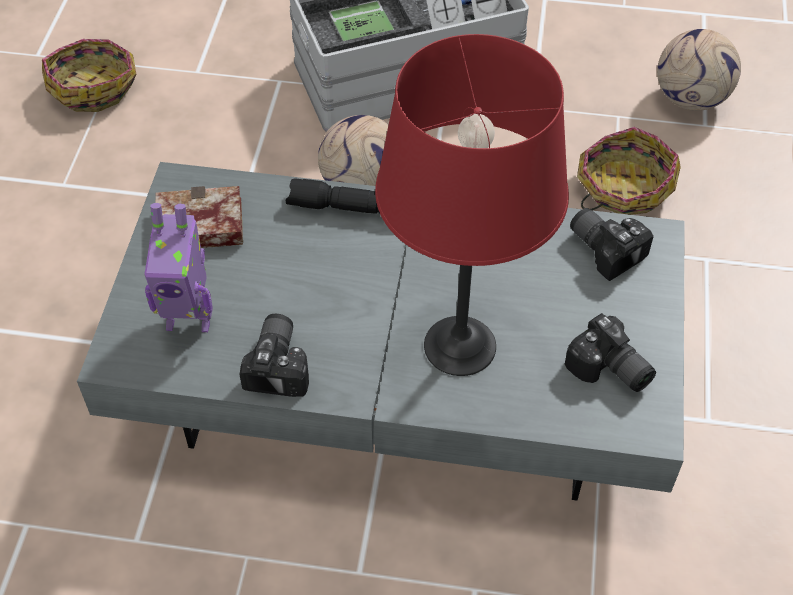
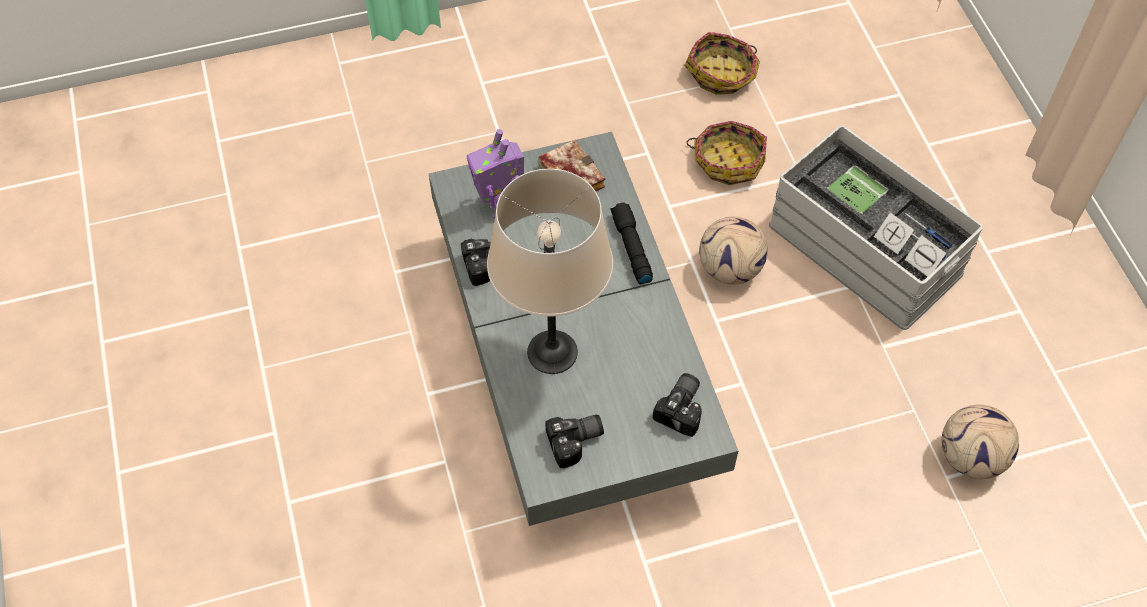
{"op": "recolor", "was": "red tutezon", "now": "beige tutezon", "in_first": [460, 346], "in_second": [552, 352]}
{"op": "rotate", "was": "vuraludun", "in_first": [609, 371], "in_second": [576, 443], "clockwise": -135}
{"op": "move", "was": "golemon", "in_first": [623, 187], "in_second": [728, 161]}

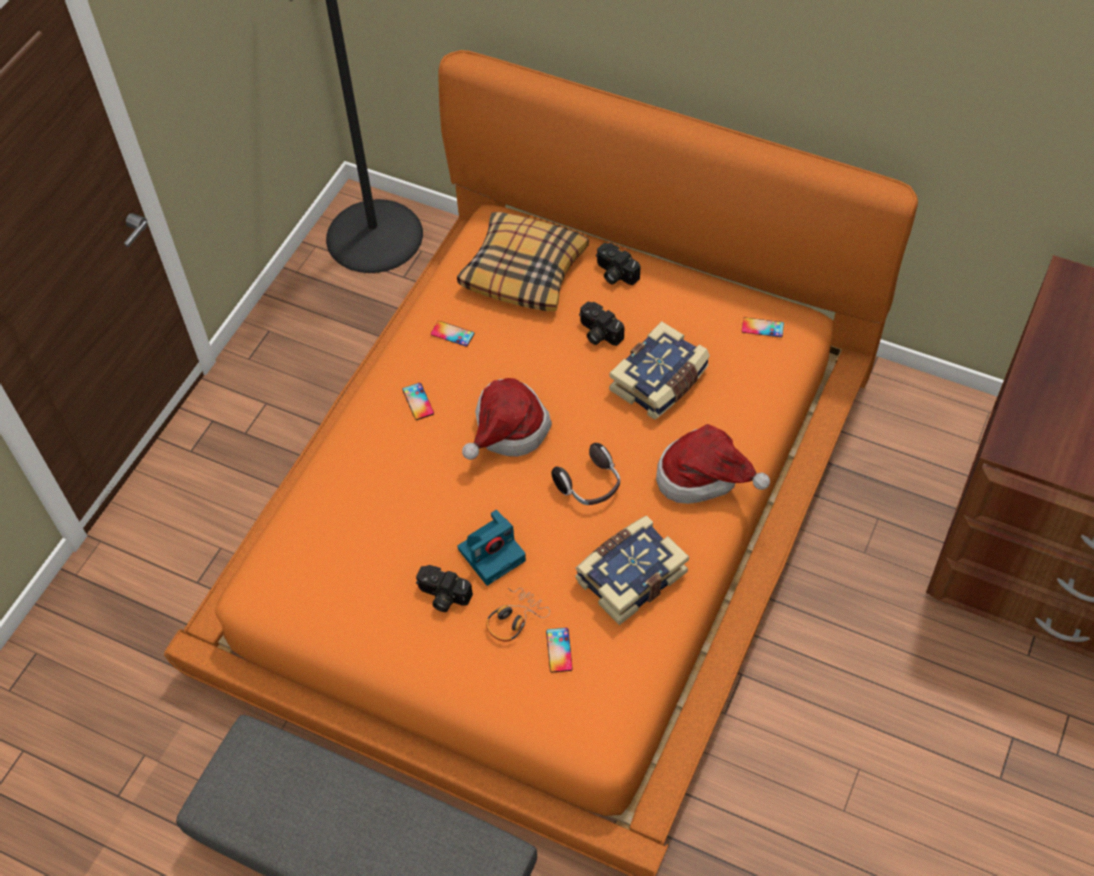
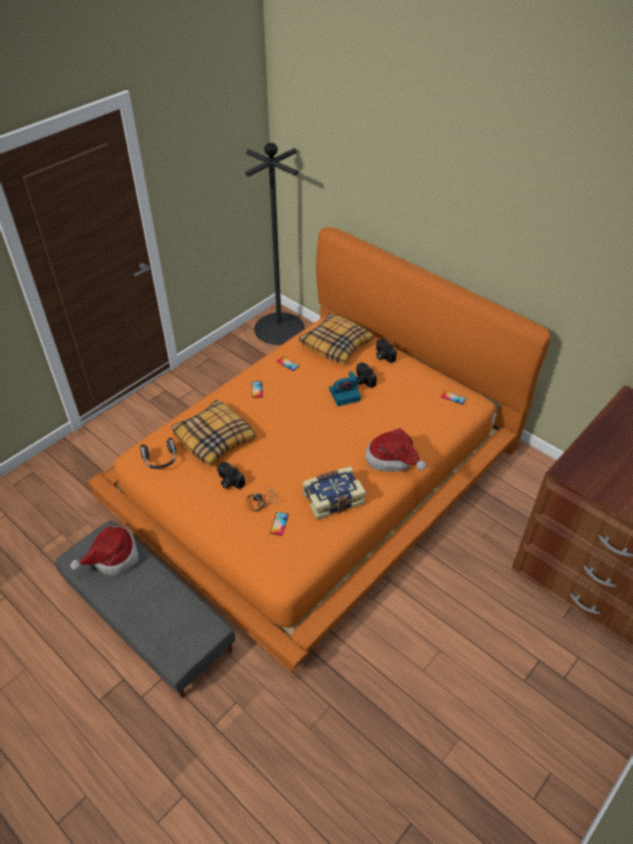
{"op": "move", "was": "vuraludun", "in_first": [492, 553], "in_second": [345, 394]}
{"op": "move", "was": "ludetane", "in_first": [507, 430], "in_second": [113, 558]}
{"op": "move", "was": "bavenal", "in_first": [590, 486], "in_second": [161, 461]}
{"op": "delete", "was": "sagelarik", "in_first": [660, 382]}
{"op": "insert", "now": "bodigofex", "in_second": [215, 438]}

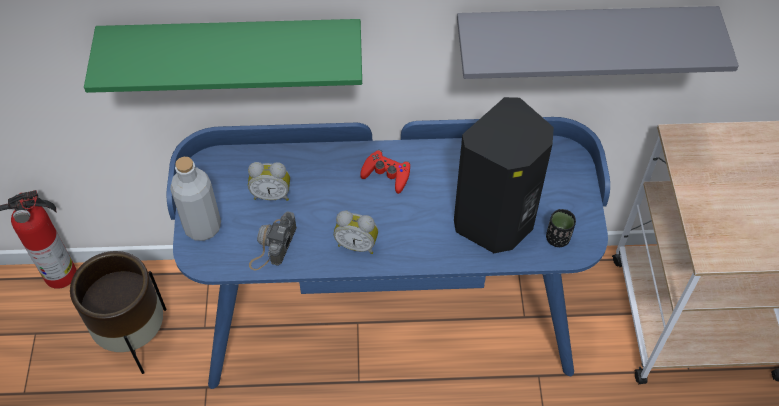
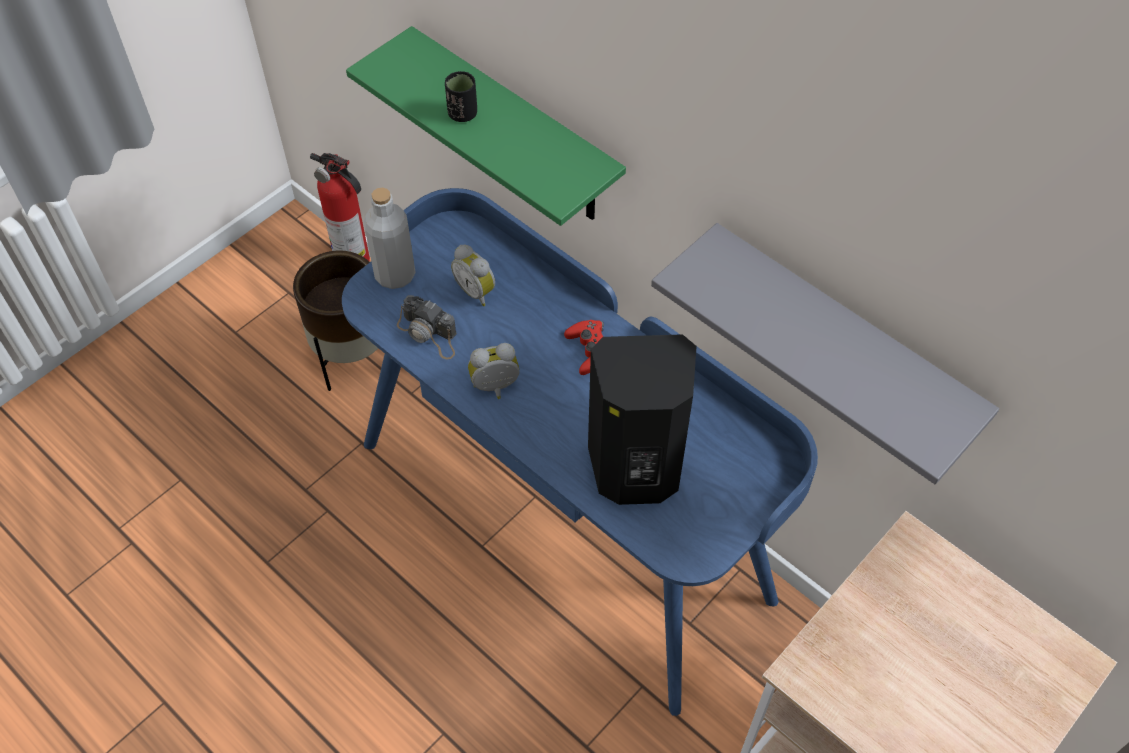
{"op": "rotate", "was": "vuraludun", "in_first": [273, 245], "in_second": [429, 334], "clockwise": -120}
{"op": "rotate", "was": "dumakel", "in_first": [357, 244], "in_second": [495, 388], "clockwise": 105}
{"op": "move", "was": "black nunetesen", "in_first": [557, 238], "in_second": [462, 114]}

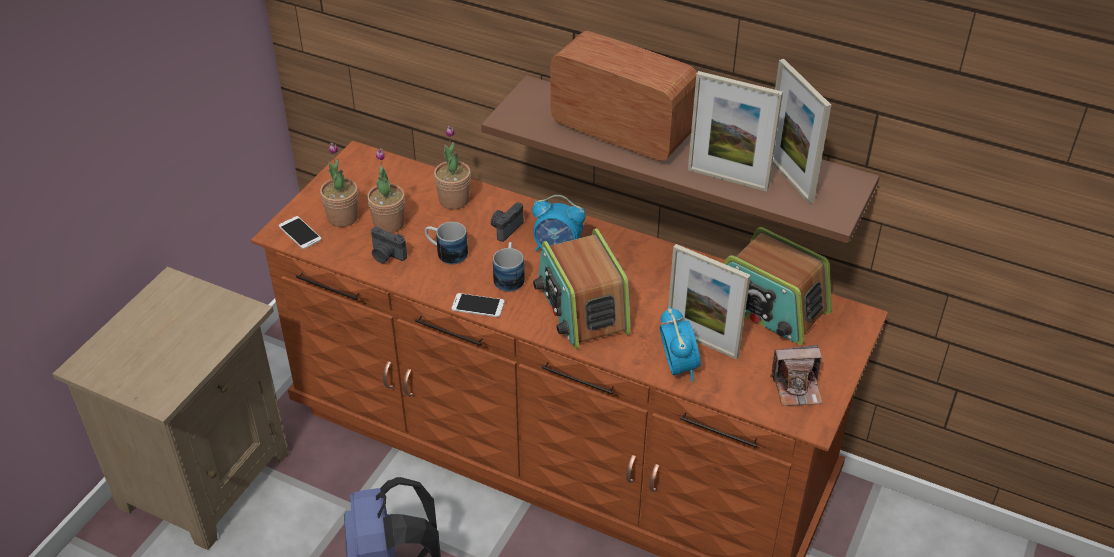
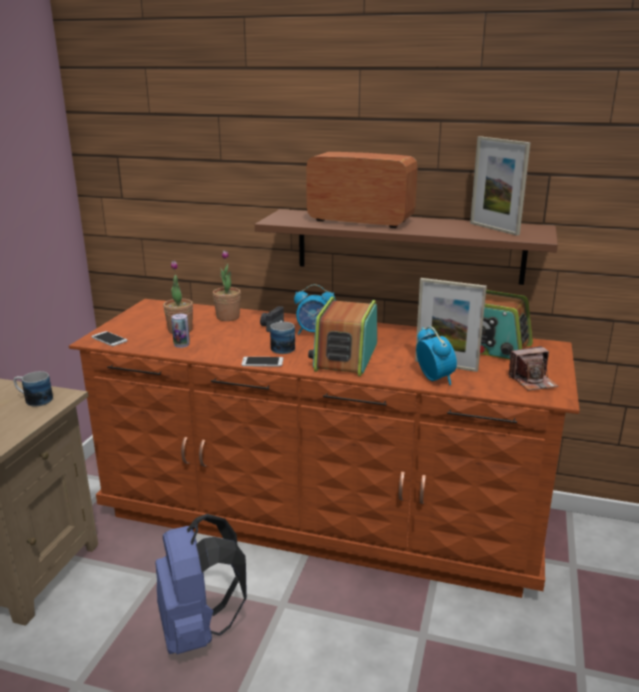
{"op": "delete", "was": "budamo", "in_first": [343, 217]}
{"op": "replace", "was": "vuraludun", "now": "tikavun", "in_first": [386, 255], "in_second": [181, 344]}
{"op": "move", "was": "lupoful", "in_first": [446, 253], "in_second": [34, 400]}
{"op": "rotate", "was": "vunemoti", "in_first": [582, 308], "in_second": [345, 357], "clockwise": 45}
{"op": "delete", "was": "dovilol", "in_first": [727, 179]}

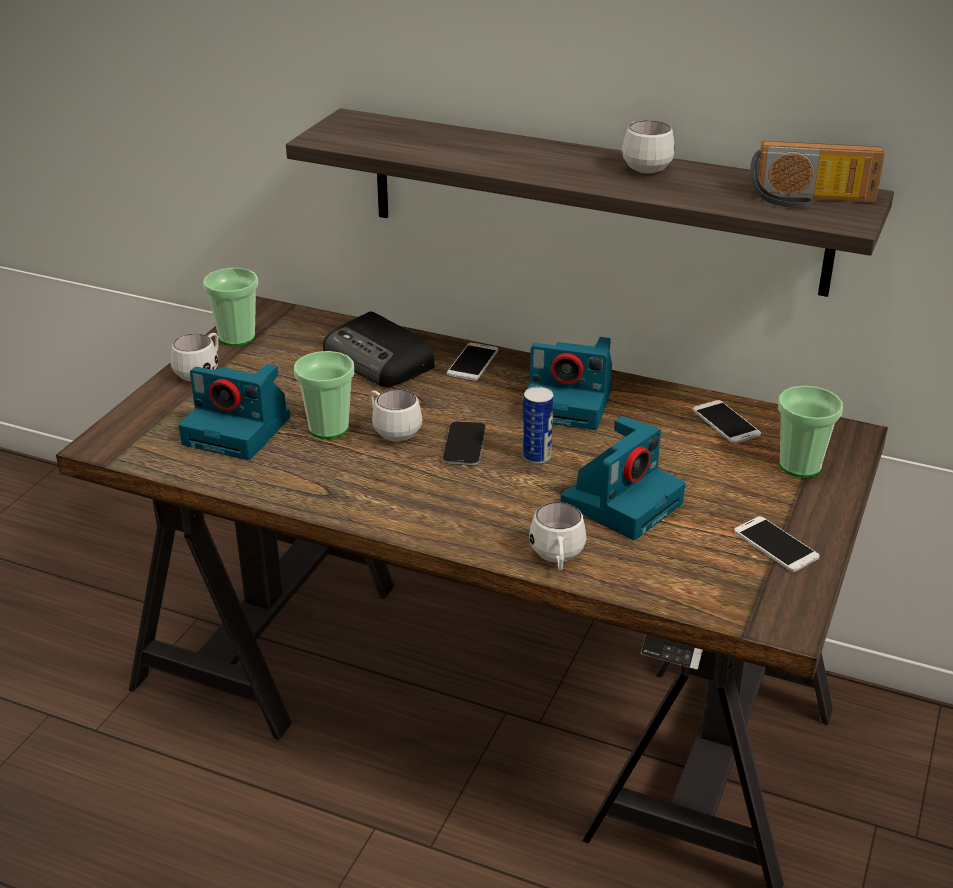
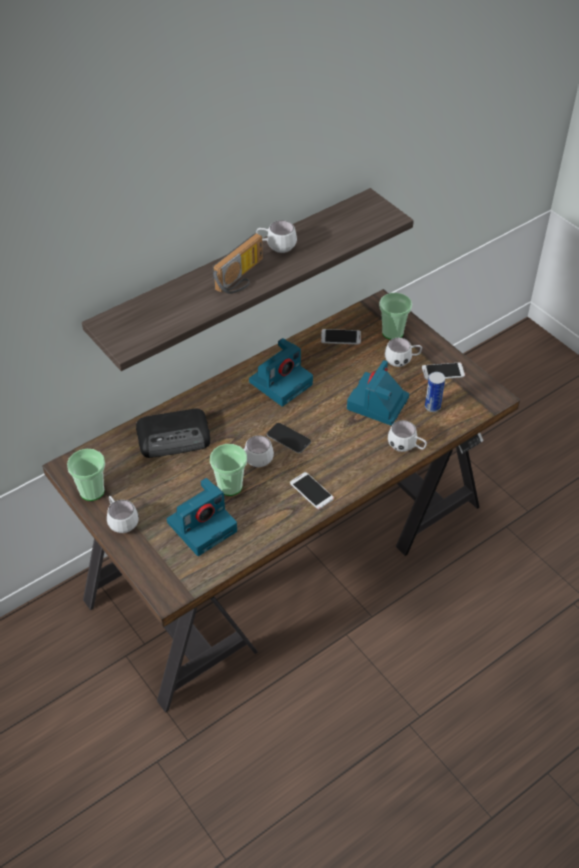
{"op": "move", "was": "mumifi", "in_first": [472, 362], "in_second": [311, 491]}
{"op": "move", "was": "tikavun", "in_first": [536, 458], "in_second": [432, 406]}
{"op": "rotate", "was": "vuraludun", "in_first": [622, 501], "in_second": [377, 404], "clockwise": -135}
{"op": "move", "was": "vunemoti", "in_first": [811, 201], "in_second": [242, 278]}
{"op": "insert", "now": "white lupoful", "in_second": [402, 361]}

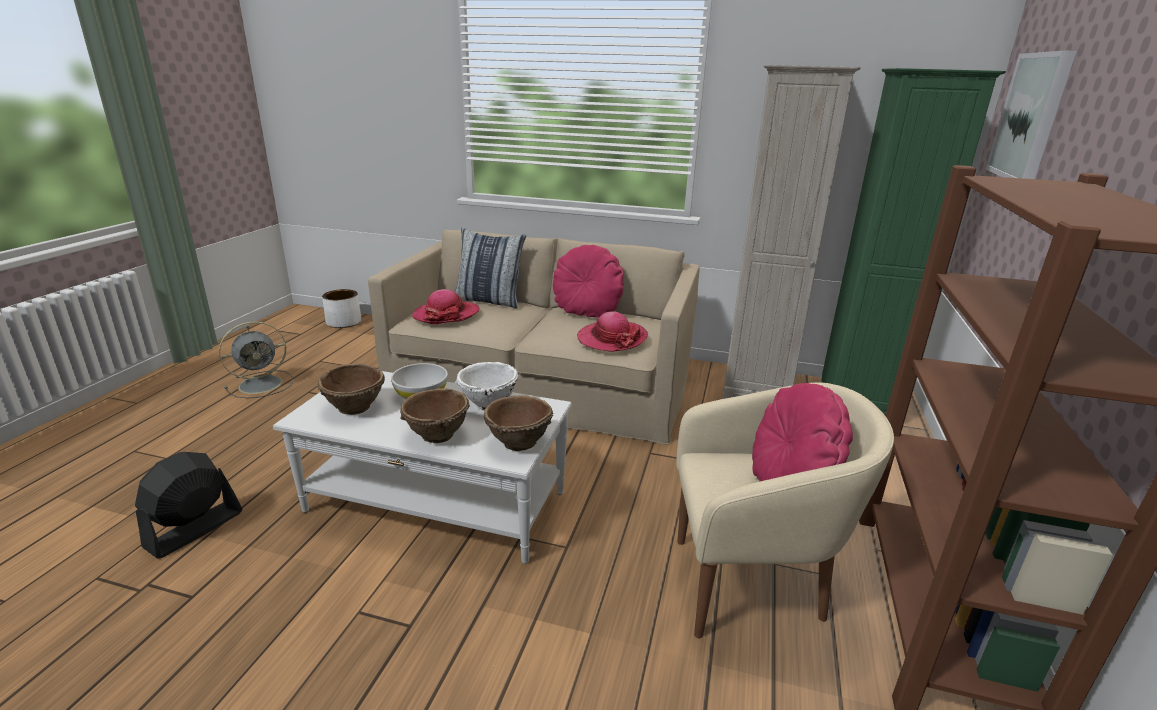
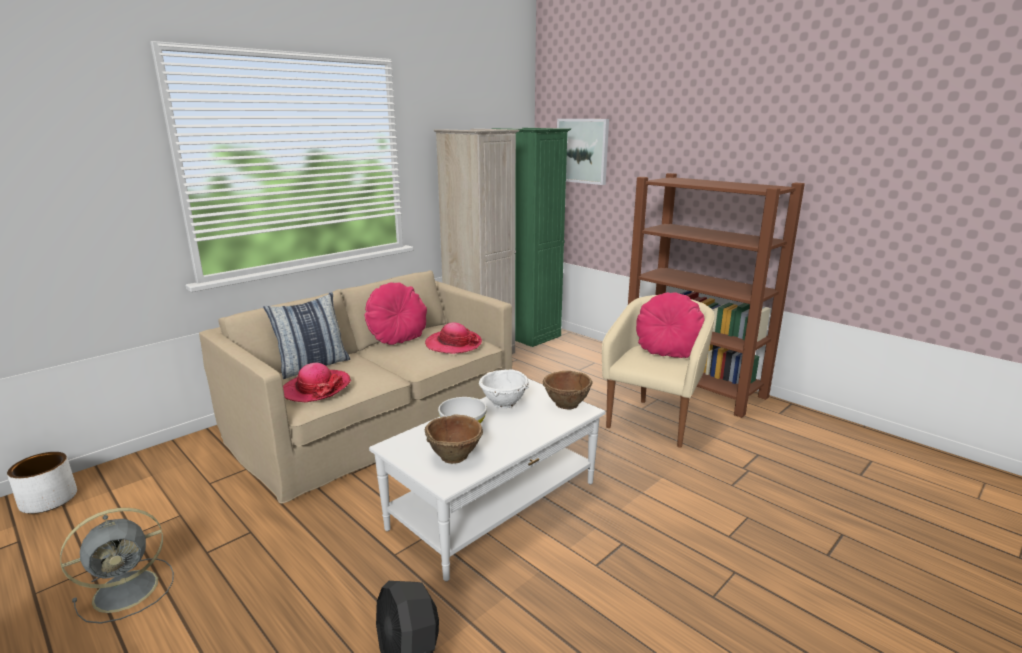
{"op": "rotate", "was": "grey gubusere", "in_first": [262, 384], "in_second": [129, 589], "clockwise": 60}
{"op": "delete", "was": "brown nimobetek", "in_first": [437, 435]}

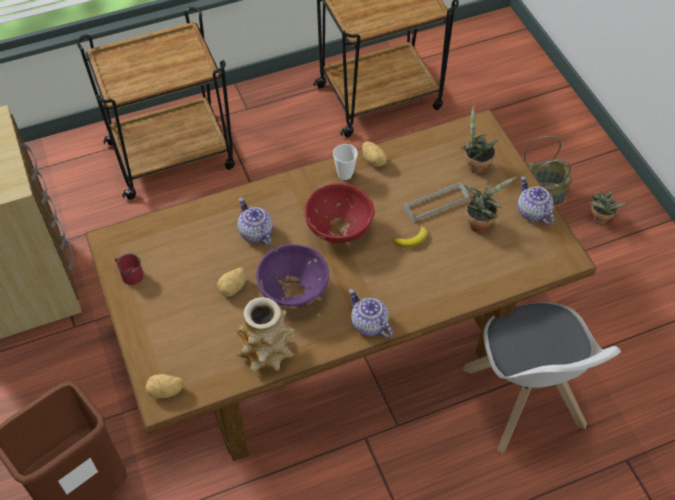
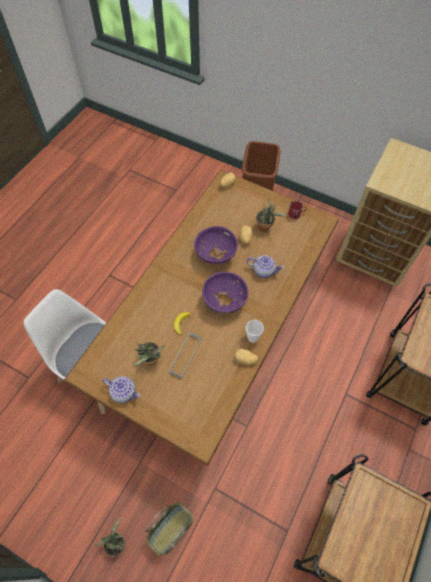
{"op": "delete", "was": "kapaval", "in_first": [266, 352]}
{"op": "recolor", "was": "red nimobetek", "now": "purple nimobetek", "in_first": [339, 229], "in_second": [224, 302]}
{"op": "delete", "was": "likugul", "in_first": [368, 324]}
{"op": "move", "was": "budamo", "in_first": [475, 165], "in_second": [266, 227]}

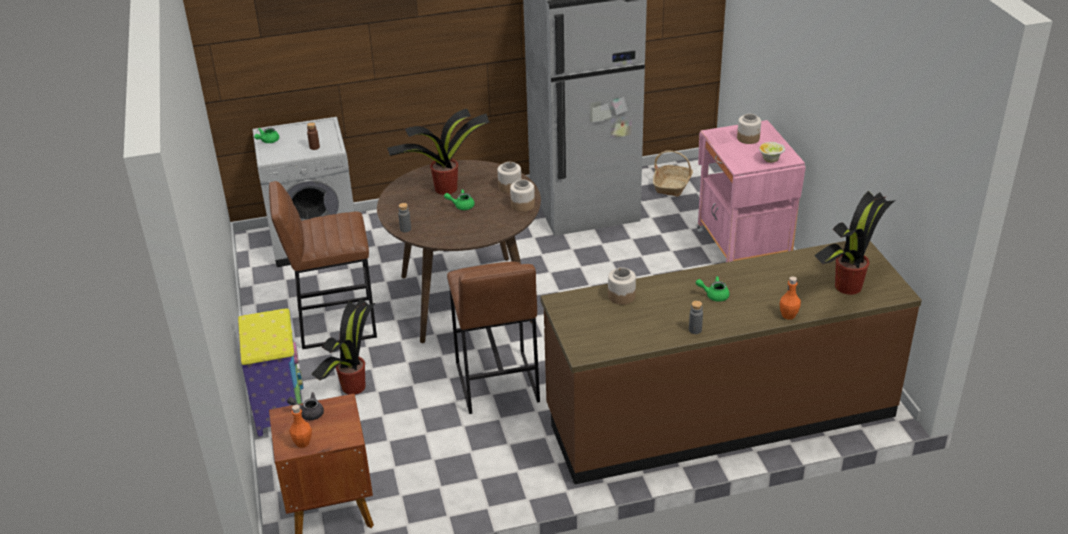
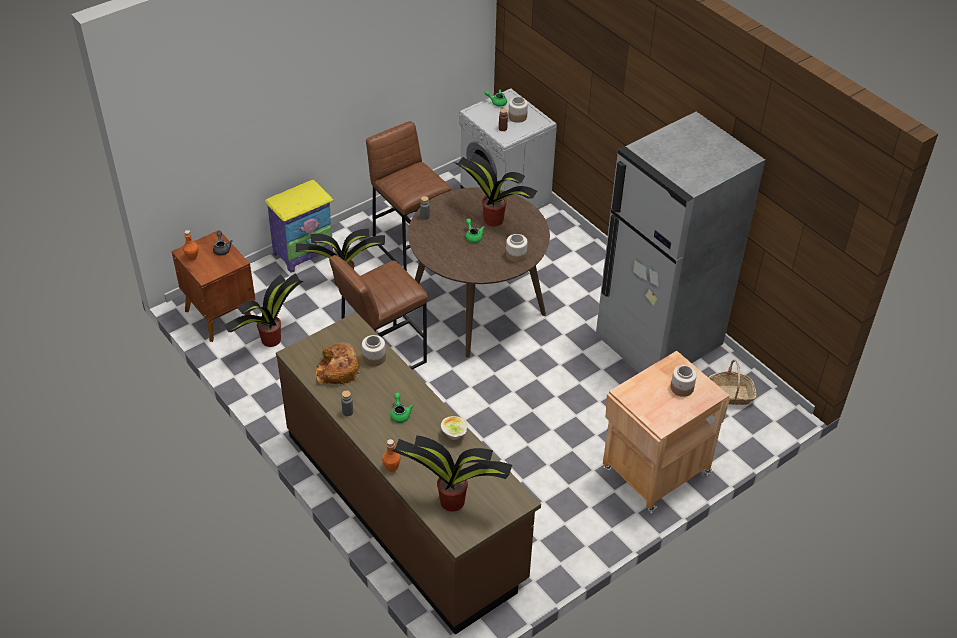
{"op": "move", "was": "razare", "in_first": [522, 205], "in_second": [517, 117]}
{"op": "recolor", "was": "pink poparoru", "now": "brown poparoru", "in_first": [743, 248], "in_second": [654, 472]}
{"op": "move", "was": "nimobetek", "in_first": [771, 160], "in_second": [453, 435]}
{"op": "insert", "now": "budamo", "in_second": [270, 340]}
{"op": "insert", "now": "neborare", "in_second": [337, 370]}

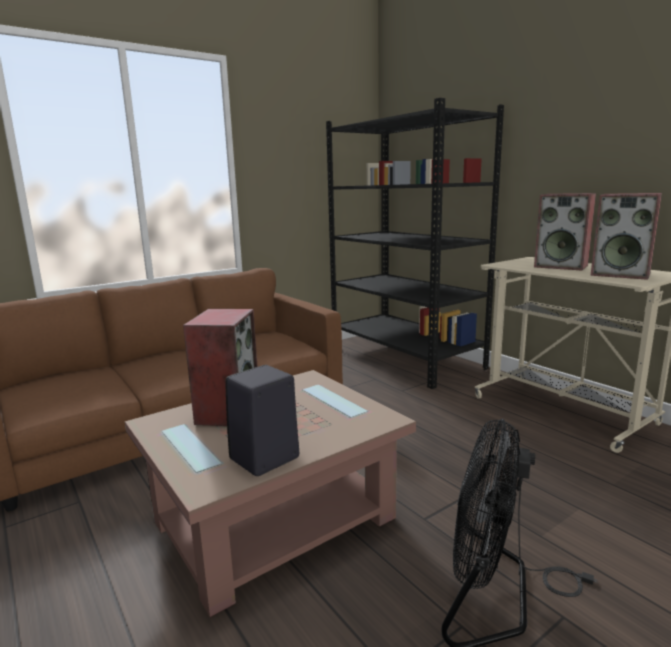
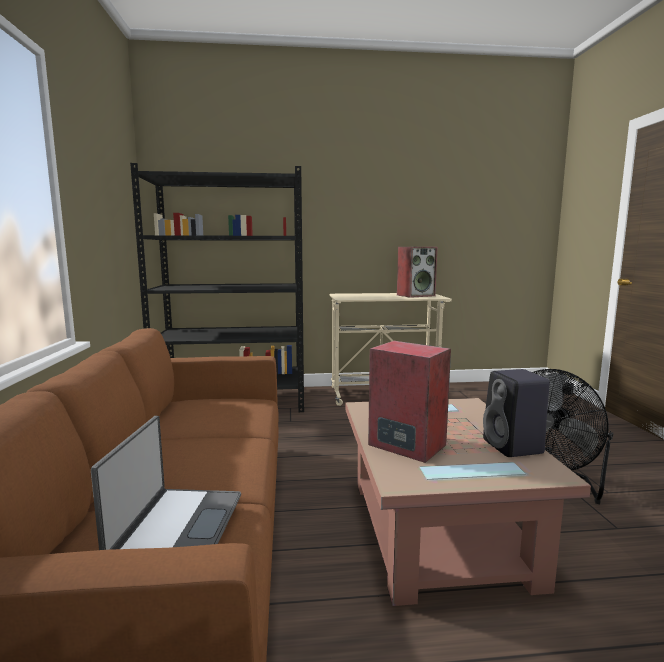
{"op": "delete", "was": "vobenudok", "in_first": [562, 266]}
{"op": "insert", "now": "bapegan", "in_second": [177, 529]}

